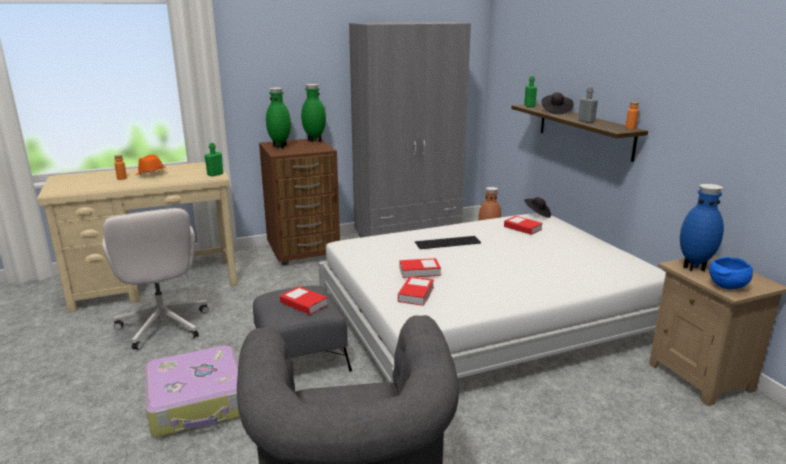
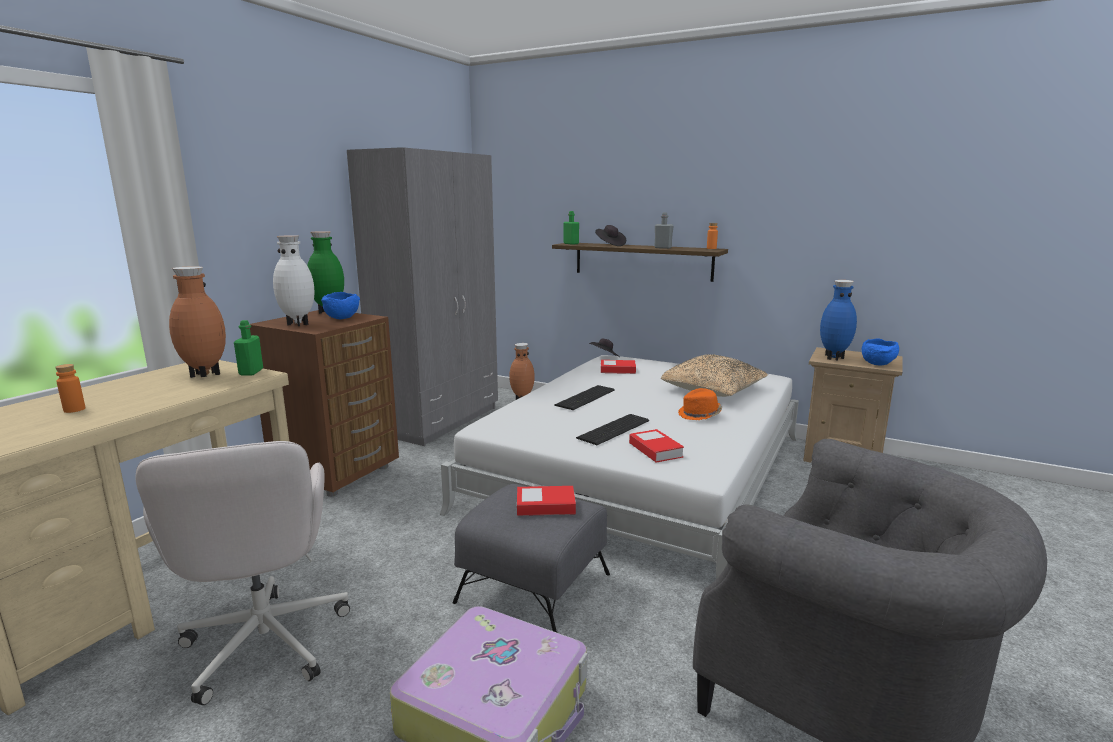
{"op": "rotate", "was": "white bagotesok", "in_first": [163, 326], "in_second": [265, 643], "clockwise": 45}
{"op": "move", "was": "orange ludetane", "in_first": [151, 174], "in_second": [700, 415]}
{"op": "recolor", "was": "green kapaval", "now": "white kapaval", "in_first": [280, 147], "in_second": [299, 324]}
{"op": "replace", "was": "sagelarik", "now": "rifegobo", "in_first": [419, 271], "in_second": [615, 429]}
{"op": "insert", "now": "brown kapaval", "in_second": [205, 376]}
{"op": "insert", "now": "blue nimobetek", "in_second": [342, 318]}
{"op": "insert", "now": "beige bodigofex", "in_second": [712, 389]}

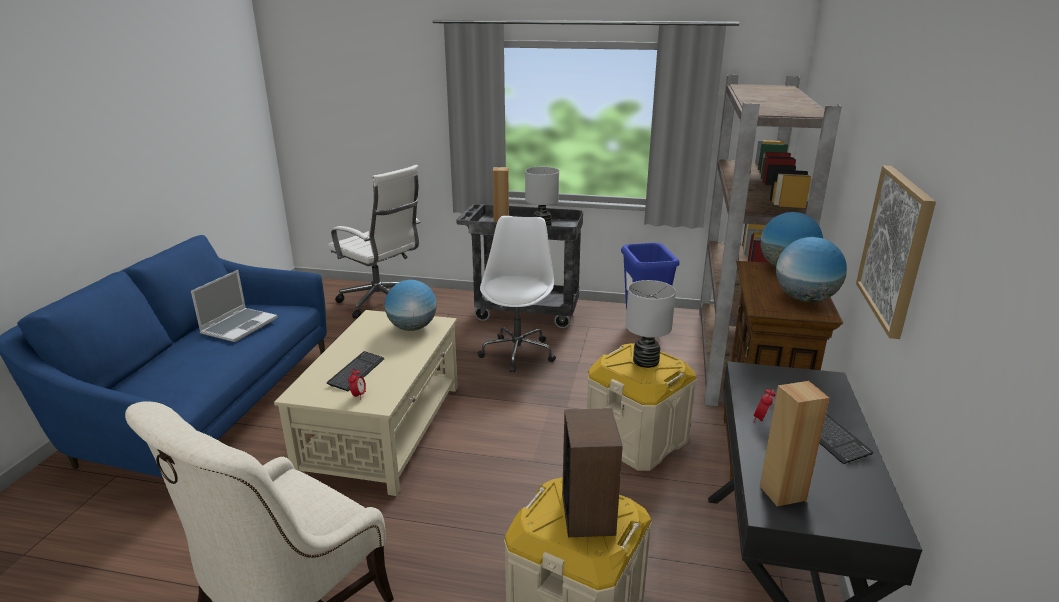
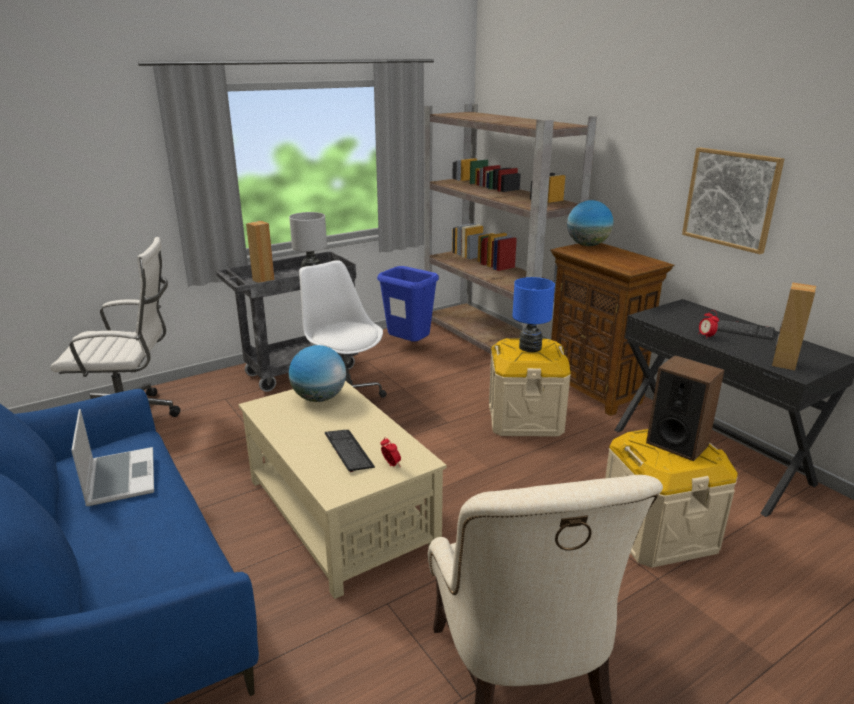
{"op": "recolor", "was": "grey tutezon", "now": "blue tutezon", "in_first": [645, 361], "in_second": [530, 347]}
{"op": "delete", "was": "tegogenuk", "in_first": [805, 299]}

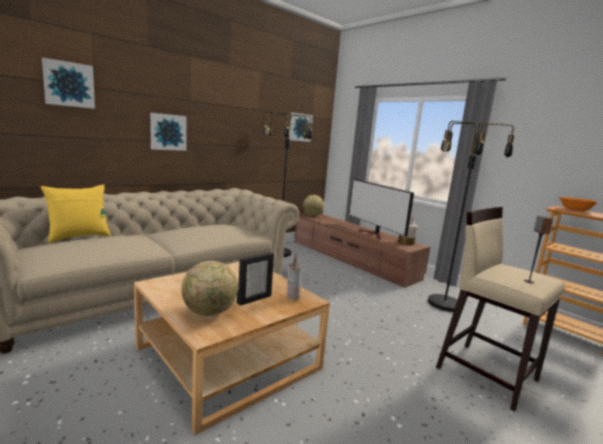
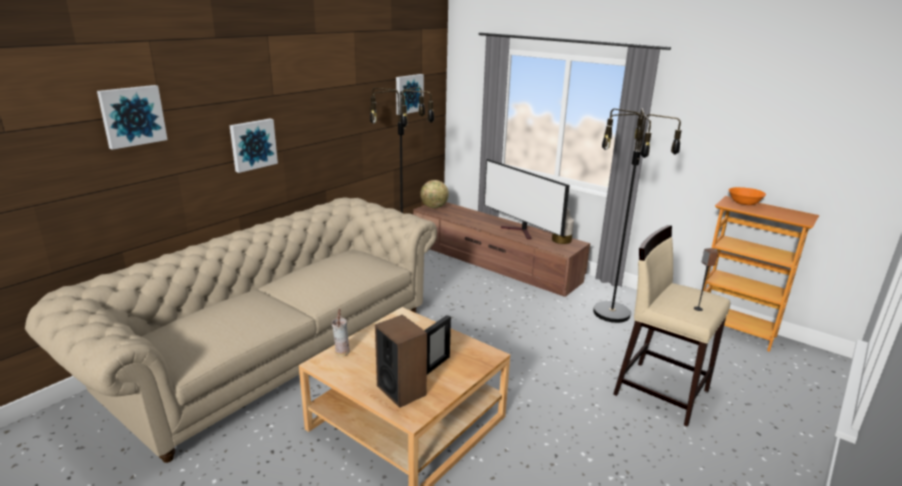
{"op": "delete", "was": "yellow bodigofex", "in_first": [79, 237]}
{"op": "replace", "was": "tegogenuk", "now": "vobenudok", "in_first": [209, 312], "in_second": [401, 390]}
{"op": "move", "was": "kapaval", "in_first": [292, 298], "in_second": [341, 352]}

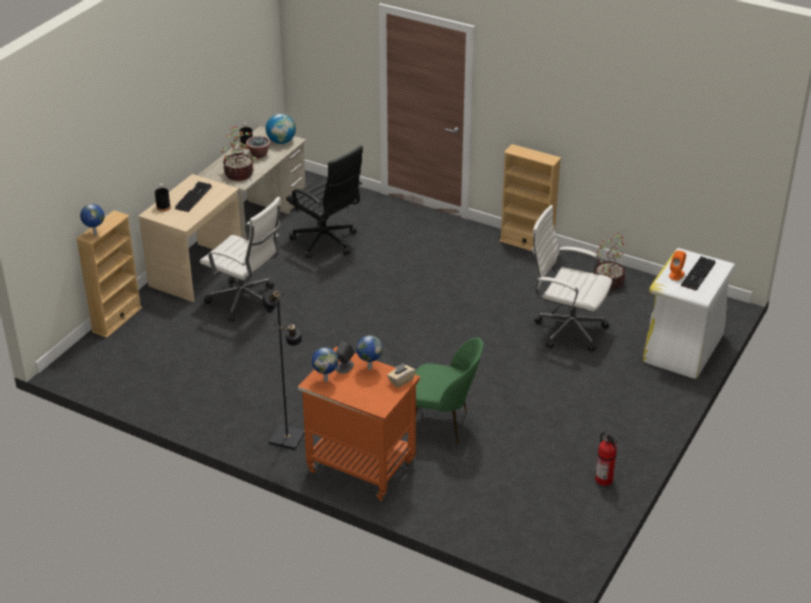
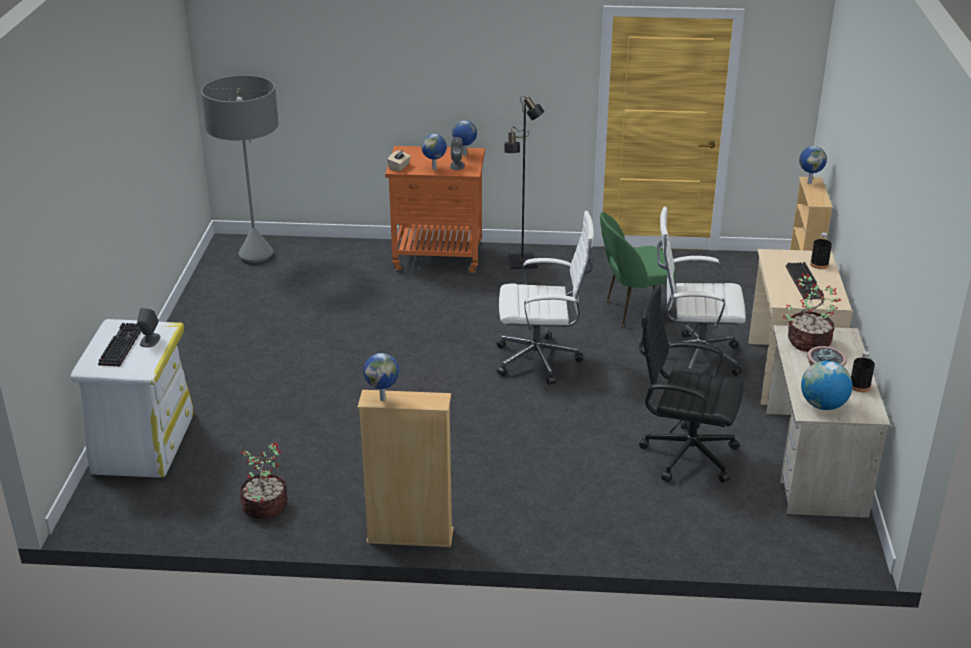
{"op": "move", "was": "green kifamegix", "in_first": [444, 425], "in_second": [632, 312]}
{"op": "move", "was": "white bagotesok", "in_first": [566, 330], "in_second": [541, 360]}
{"op": "delete", "was": "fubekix", "in_first": [604, 479]}
{"op": "recolor", "was": "orange vobenudok", "now": "grey vobenudok", "in_first": [676, 274], "in_second": [150, 340]}
{"op": "insert", "now": "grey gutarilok", "in_second": [256, 256]}
{"op": "insert", "now": "tegogenuk", "in_second": [383, 399]}

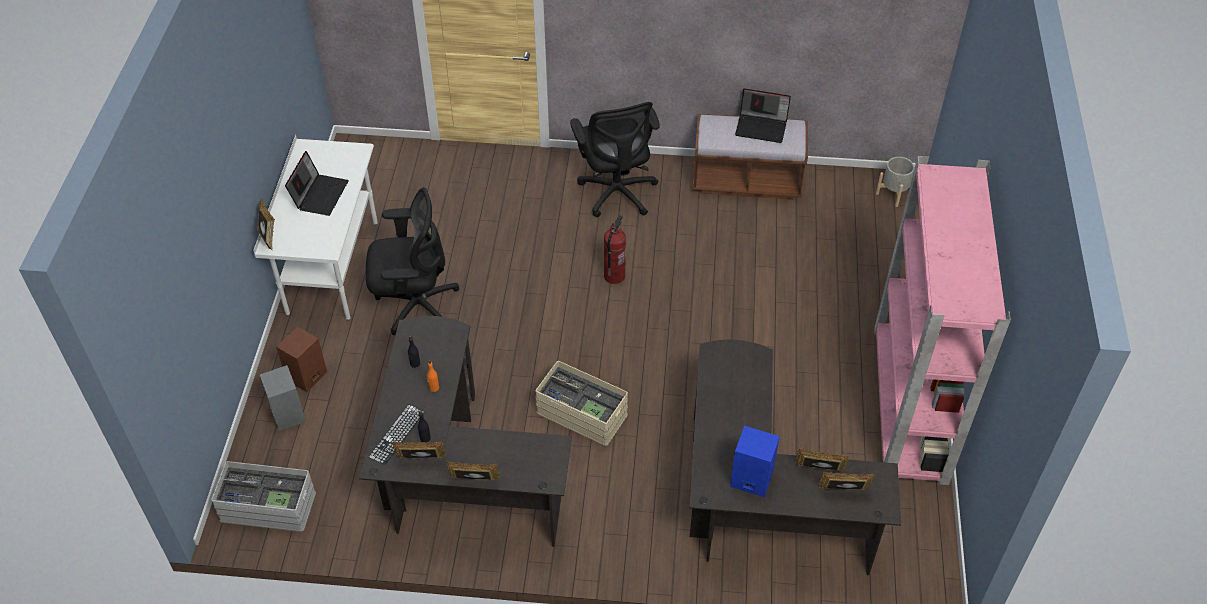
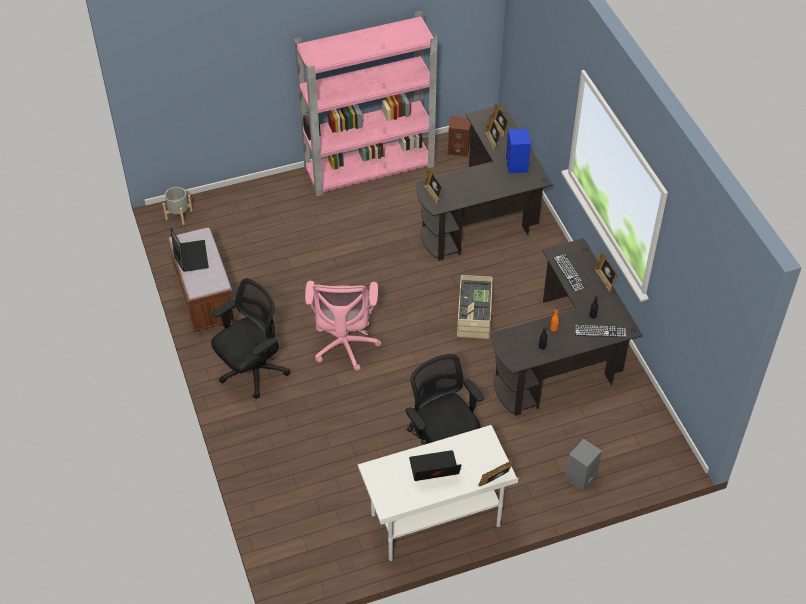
{"op": "delete", "was": "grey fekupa", "in_first": [267, 507]}
{"op": "move", "was": "brown vobenudok", "in_first": [306, 377], "in_second": [459, 149]}
{"op": "move", "was": "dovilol", "in_first": [421, 460], "in_second": [433, 194]}
{"op": "replace", "was": "fubekix", "now": "pink bagotesok", "in_first": [614, 276], "in_second": [344, 341]}
{"op": "insert", "now": "rifegobo", "in_second": [569, 272]}

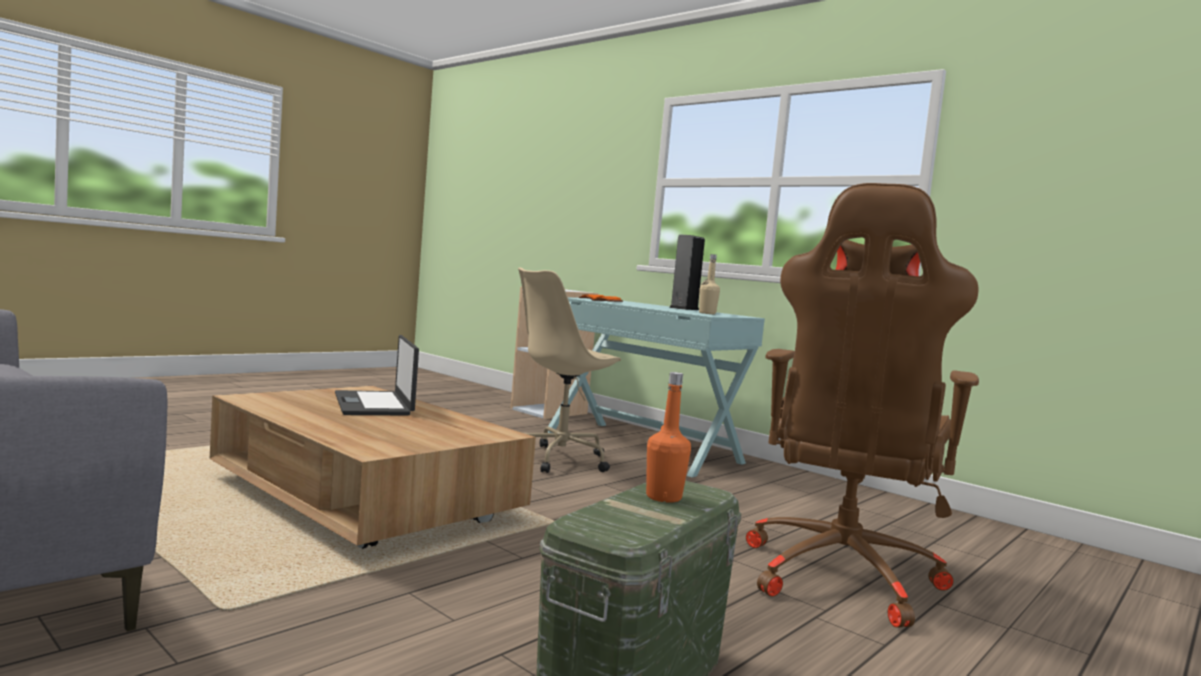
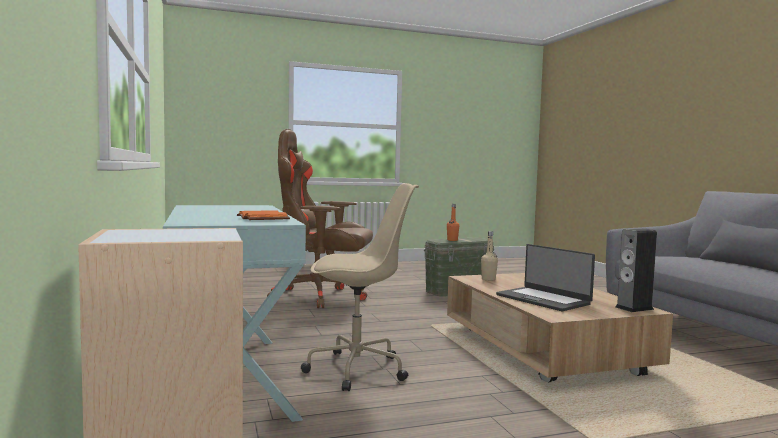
{"op": "rotate", "was": "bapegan", "in_first": [374, 404], "in_second": [543, 299], "clockwise": 135}
{"op": "move", "was": "vobenudok", "in_first": [684, 308], "in_second": [634, 308]}
{"op": "move", "was": "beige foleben", "in_first": [707, 313], "in_second": [488, 279]}
{"op": "rotate", "was": "brown bagotesok", "in_first": [842, 571], "in_second": [324, 297], "clockwise": -135}

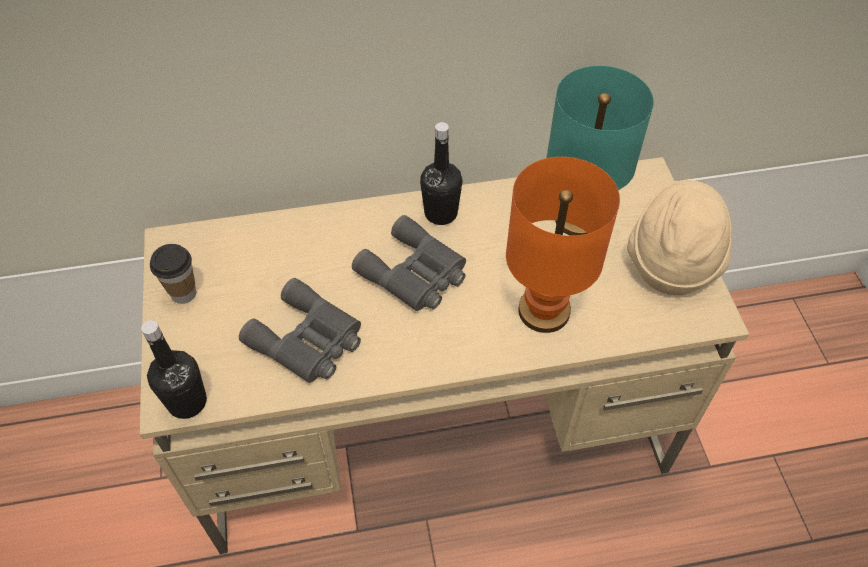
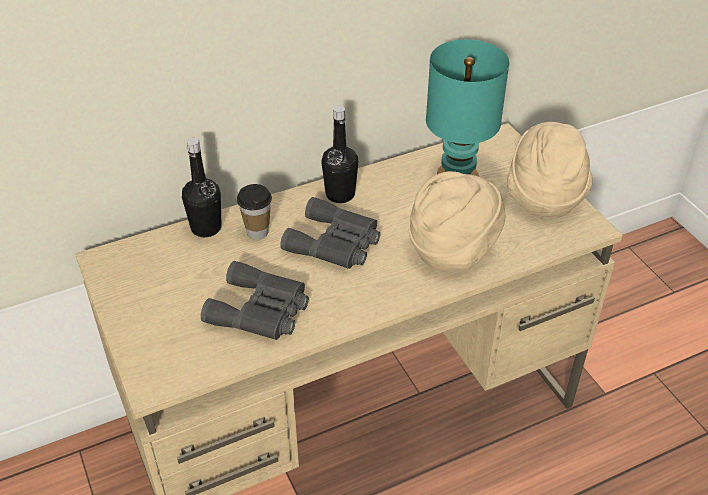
{"op": "move", "was": "black foleben", "in_first": [187, 402], "in_second": [206, 228]}
{"op": "move", "was": "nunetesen", "in_first": [183, 293], "in_second": [257, 232]}
{"op": "replace", "was": "orange tutezon", "now": "beige ludetane", "in_first": [542, 310], "in_second": [453, 249]}

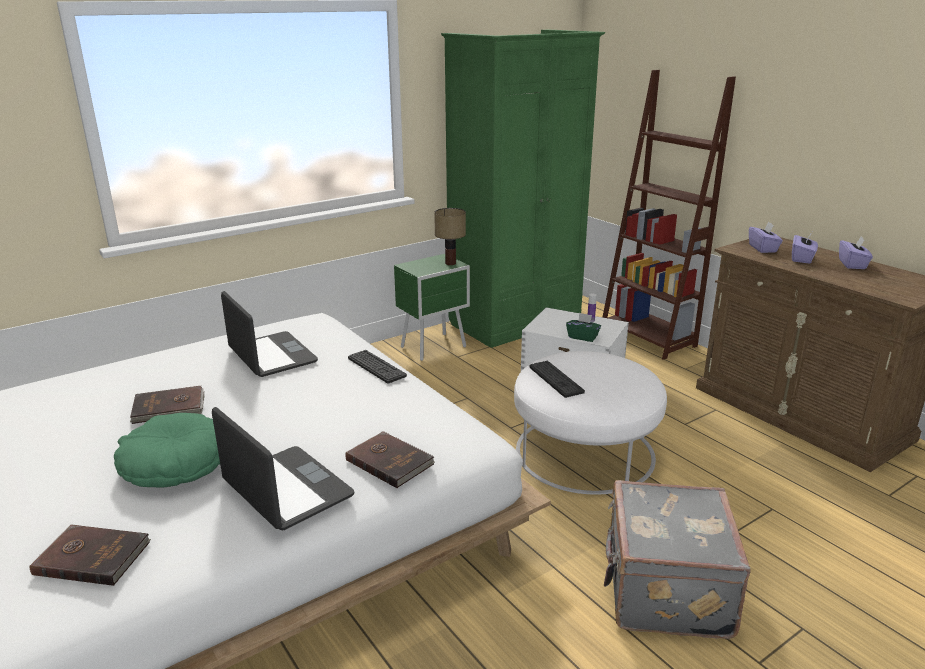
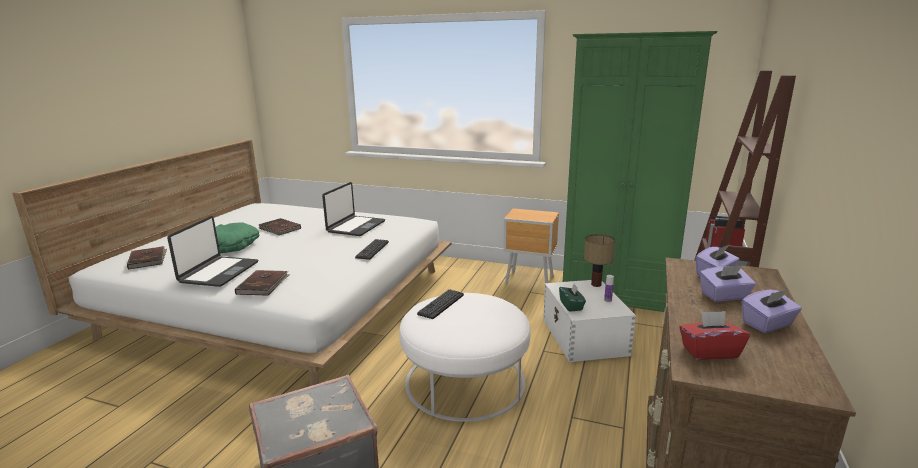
{"op": "recolor", "was": "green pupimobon", "now": "brown pupimobon", "in_first": [435, 347], "in_second": [530, 281]}
{"op": "move", "was": "tutezon", "in_first": [450, 263], "in_second": [596, 284]}
{"op": "insert", "now": "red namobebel", "in_second": [709, 352]}

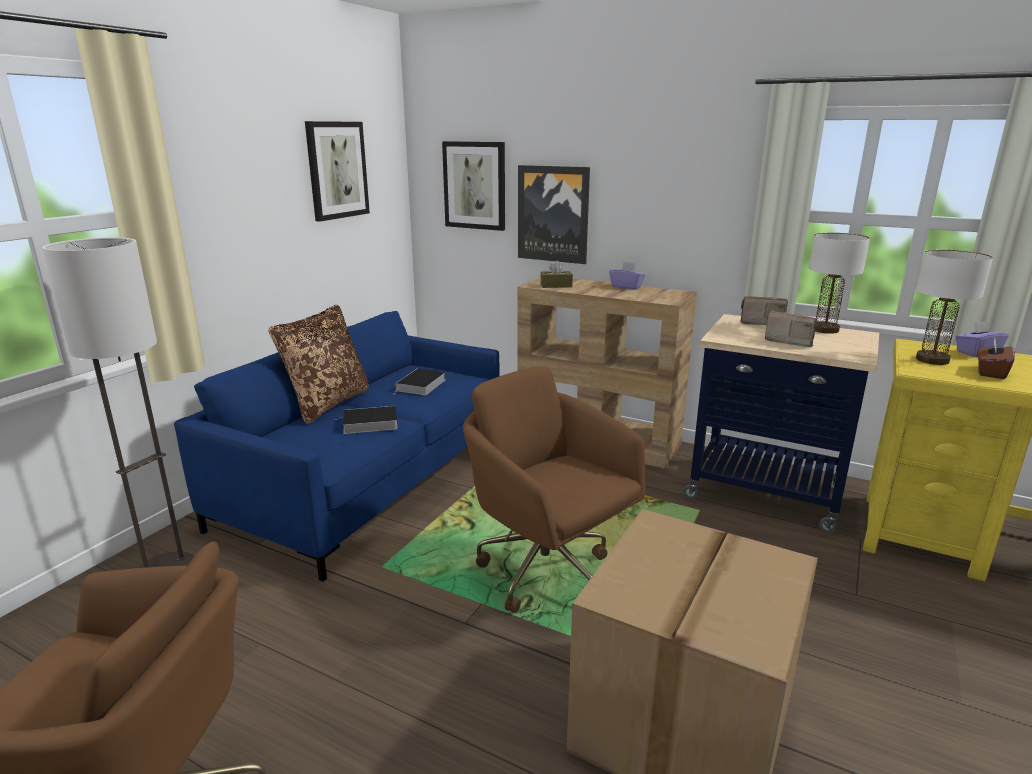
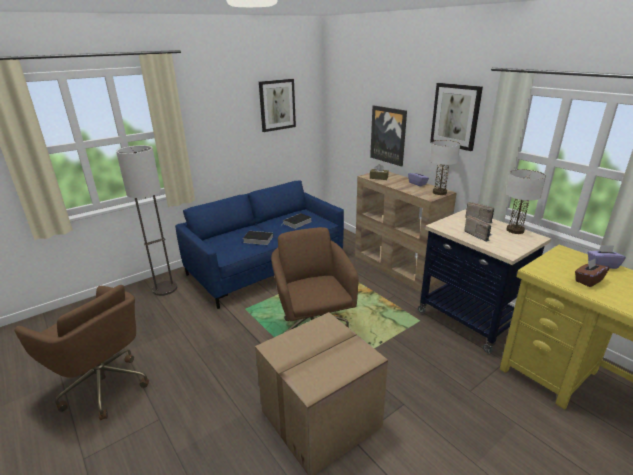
{"op": "delete", "was": "brown bodigofex", "in_first": [329, 405]}
{"op": "move", "was": "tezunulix", "in_first": [475, 185], "in_second": [455, 116]}
{"op": "move", "was": "tutezon", "in_first": [931, 360], "in_second": [439, 192]}

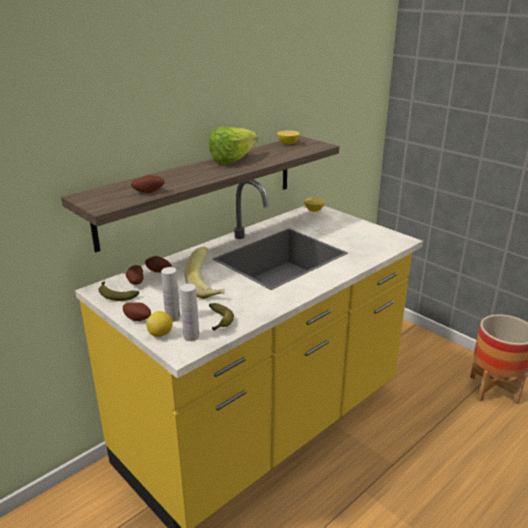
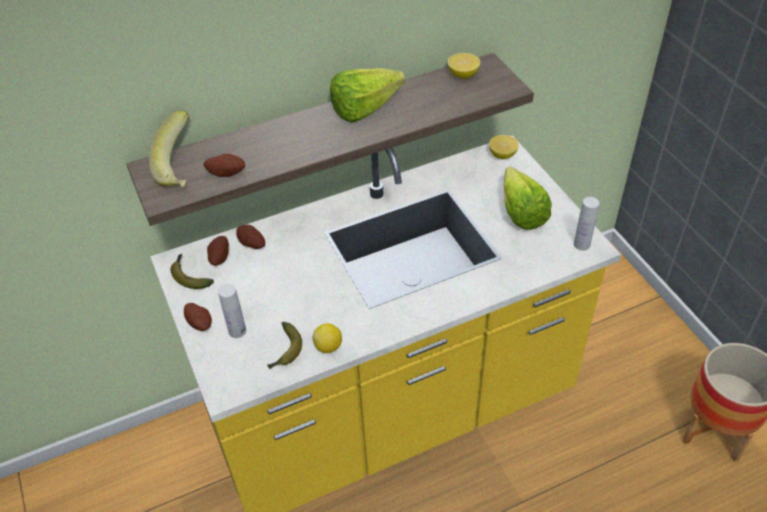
{"op": "move", "was": "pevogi", "in_first": [160, 334], "in_second": [328, 346]}
{"op": "move", "was": "white foleben", "in_first": [191, 336], "in_second": [581, 244]}
{"op": "move", "was": "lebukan", "in_first": [208, 287], "in_second": [182, 168]}
{"op": "insert", "now": "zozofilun", "in_second": [520, 209]}

